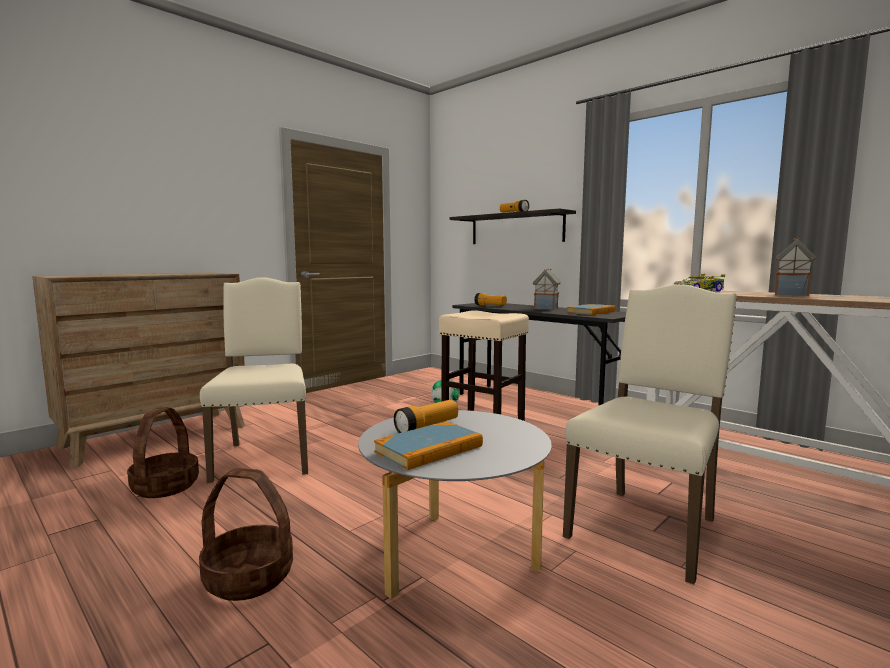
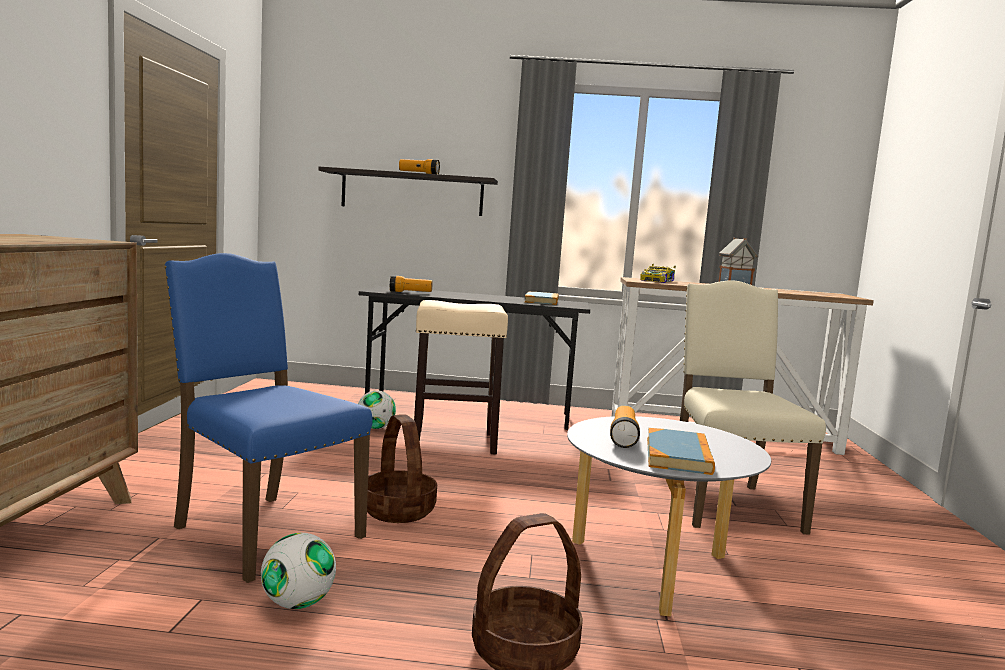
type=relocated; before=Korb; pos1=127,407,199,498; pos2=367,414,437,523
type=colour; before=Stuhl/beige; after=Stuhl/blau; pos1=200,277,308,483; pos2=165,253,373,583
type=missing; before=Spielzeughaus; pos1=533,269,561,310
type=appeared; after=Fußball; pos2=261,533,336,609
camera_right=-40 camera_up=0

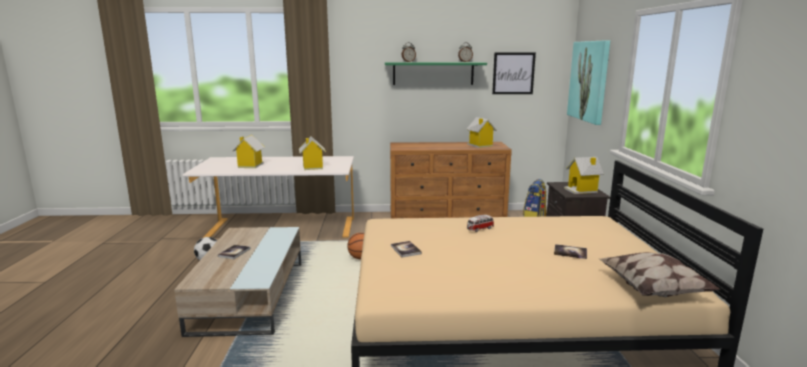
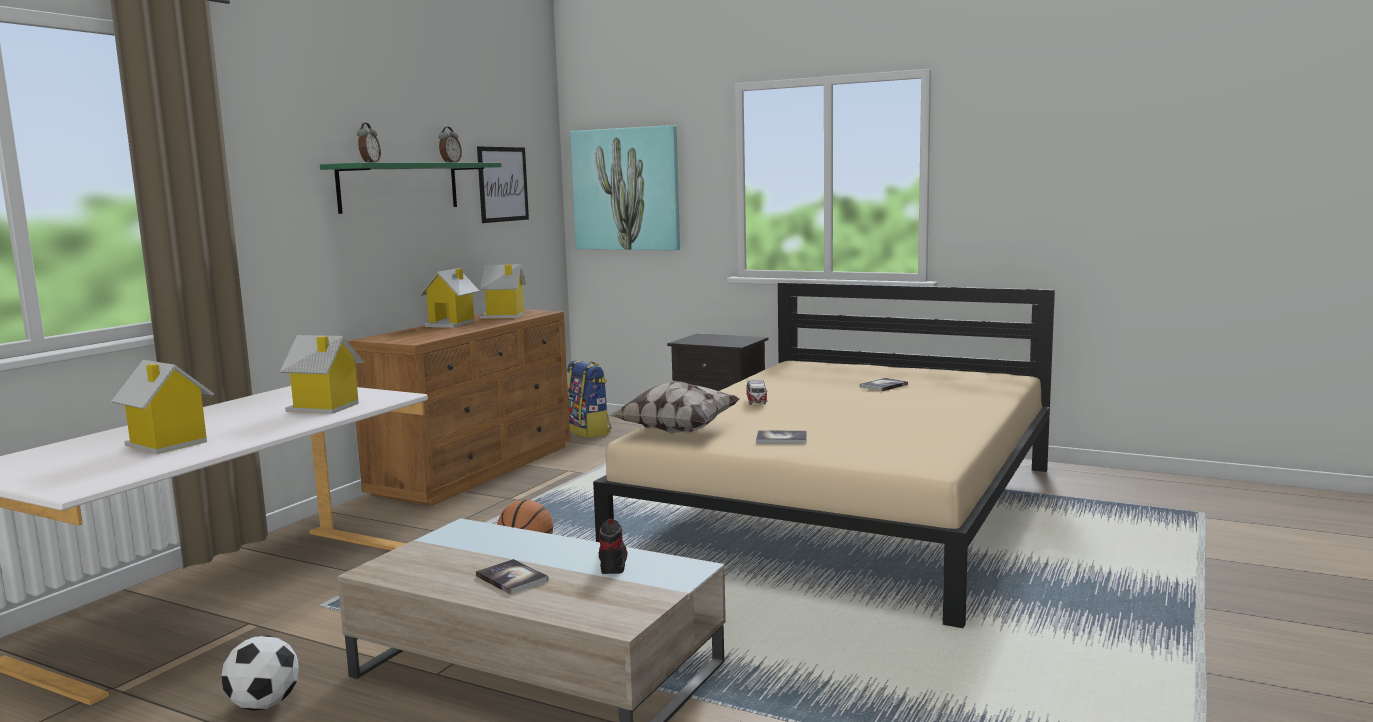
type=relocated; before=Spielzeughaus; pos1=564,157,604,194; pos2=419,268,479,328
type=relocated; before=Kissen; pos1=599,252,720,297; pos2=609,381,740,434
type=appeared; after=Schuh; pos2=599,519,627,574
camera_right=-60 camera_up=-5

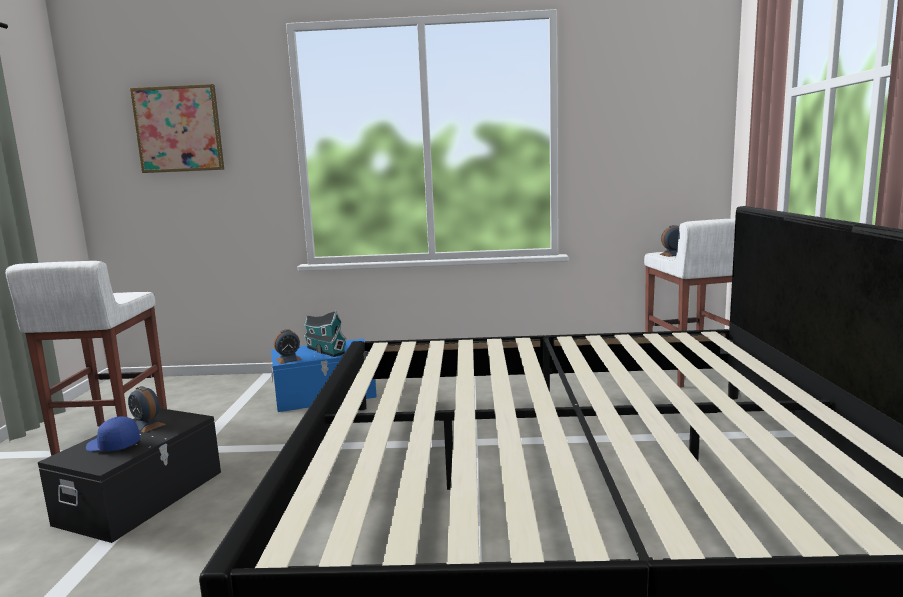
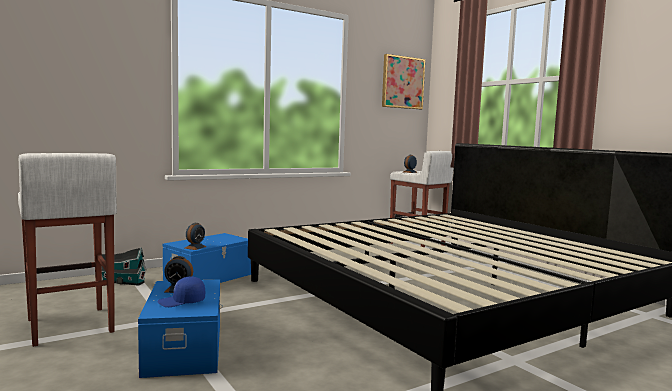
type=colour; before=Aufbewahrungsbox/schwarz; after=Aufbewahrungsbox/blau; pos1=38,408,221,543; pos2=138,279,223,378
type=relocated; before=Bild; pos1=130,84,224,173; pos2=382,54,425,109
type=relocated; before=Spielzeughaus; pos1=304,311,346,357; pos2=102,248,146,286
camera_right=-35 camera_up=-5

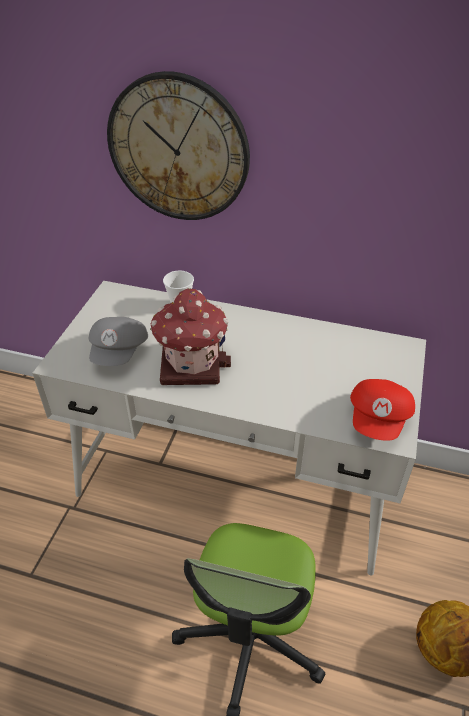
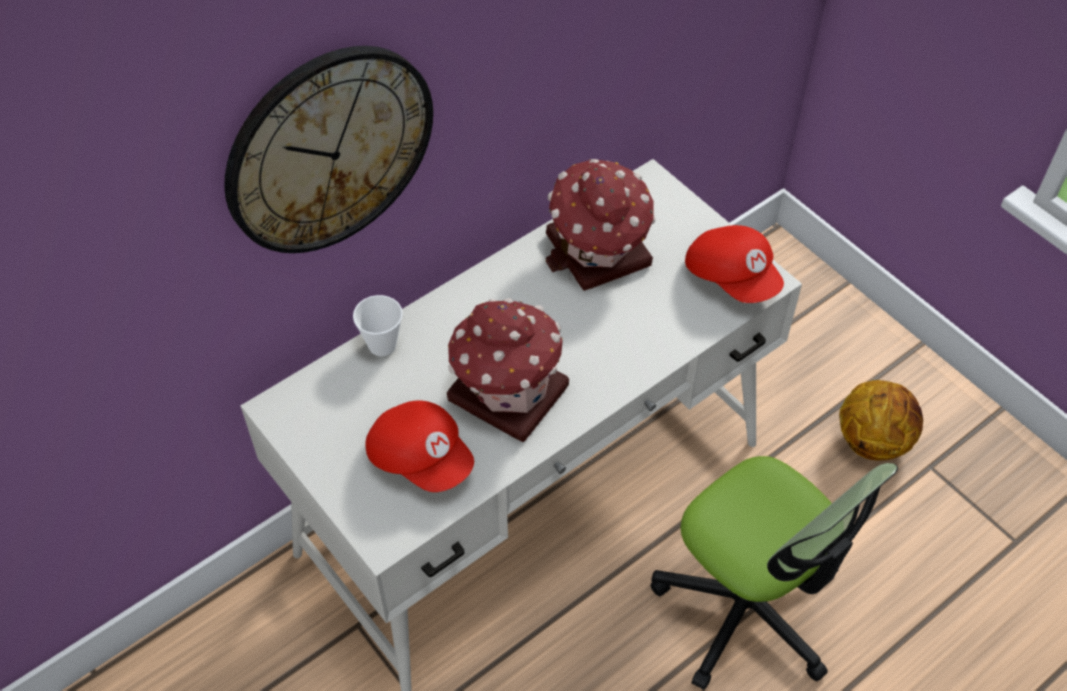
type=colour; before=Kappe/grau; after=Kappe/rot; pos1=89,317,148,366; pos2=365,400,474,492
type=appeared; after=Spielzeughaus; pos2=546,159,656,291
camera_right=-55 camera_up=10

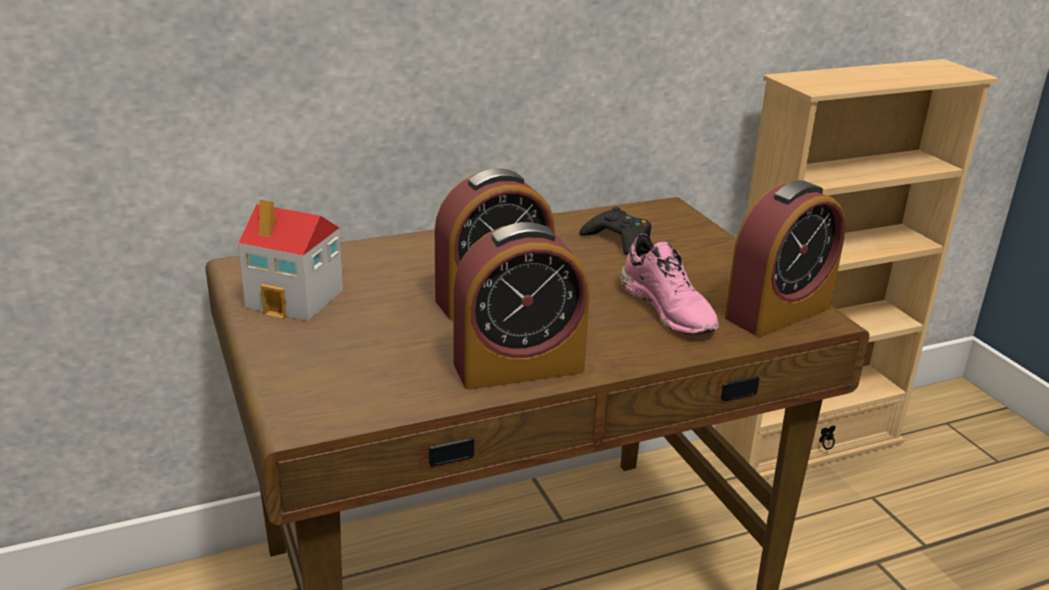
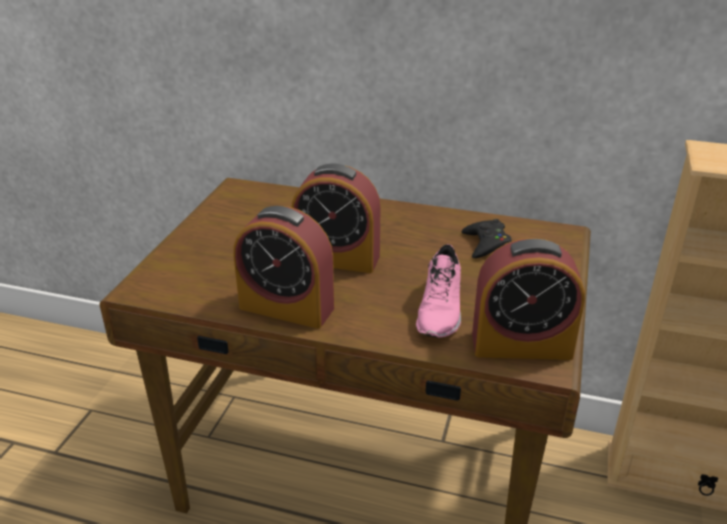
type=missing; before=Spielzeughaus; pos1=238,199,343,321
camera_right=40 camera_up=5

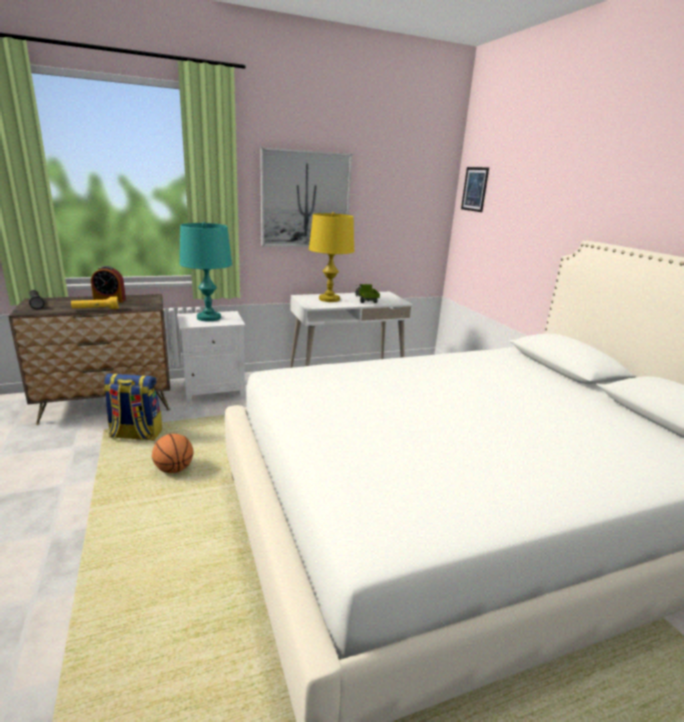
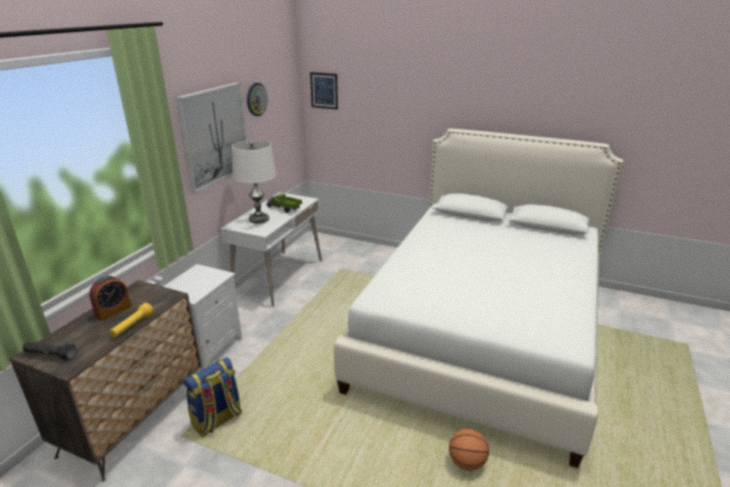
type=relocated; before=Basketball; pos1=152,434,194,473; pos2=449,428,489,471
type=missing; before=Tischlampe/türkis; pos1=179,222,232,321
type=colour; before=Tischlampe/gelb; after=Tischlampe/weiß; pos1=309,212,354,302; pos2=232,140,276,224
type=appeared; after=Wanduhr; pos2=247,83,268,116
camera_right=-45 camera_up=5

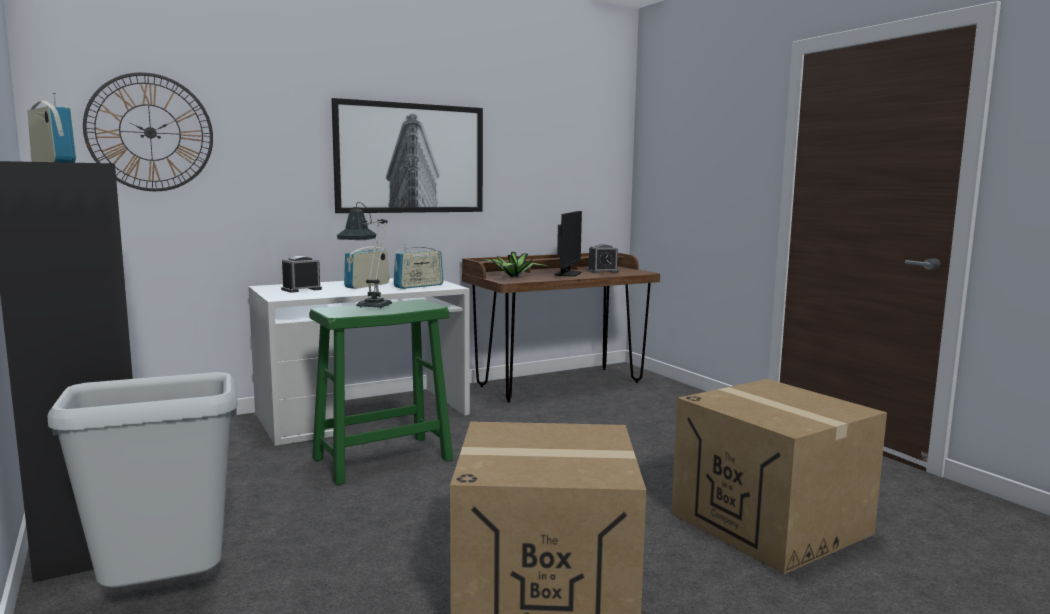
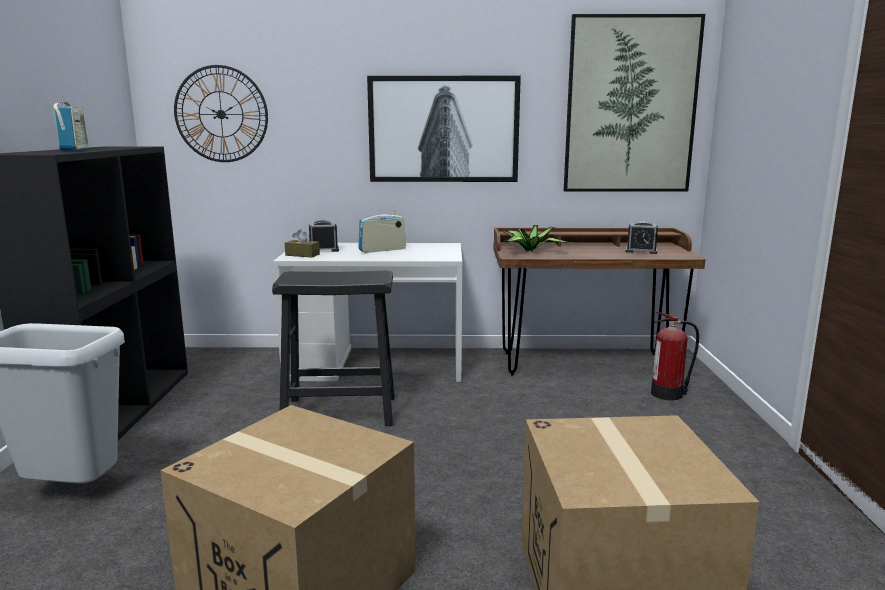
type=colour; before=Hocker/grün; after=Hocker/schwarz; pos1=309,299,453,485; pos2=272,270,395,426
type=missing; before=Tischlampe; pos1=337,202,392,309
type=missing; before=Radio; pos1=393,244,443,289
type=missing; before=Monitor; pos1=555,211,582,276
type=appeared; after=Taschentuchbox/braun; pos2=285,229,320,258
type=appeared; after=Bild; pos2=564,14,705,192
type=appeared; after=Feuerlöscher; pos2=651,312,699,400
camera_right=30 camera_up=5

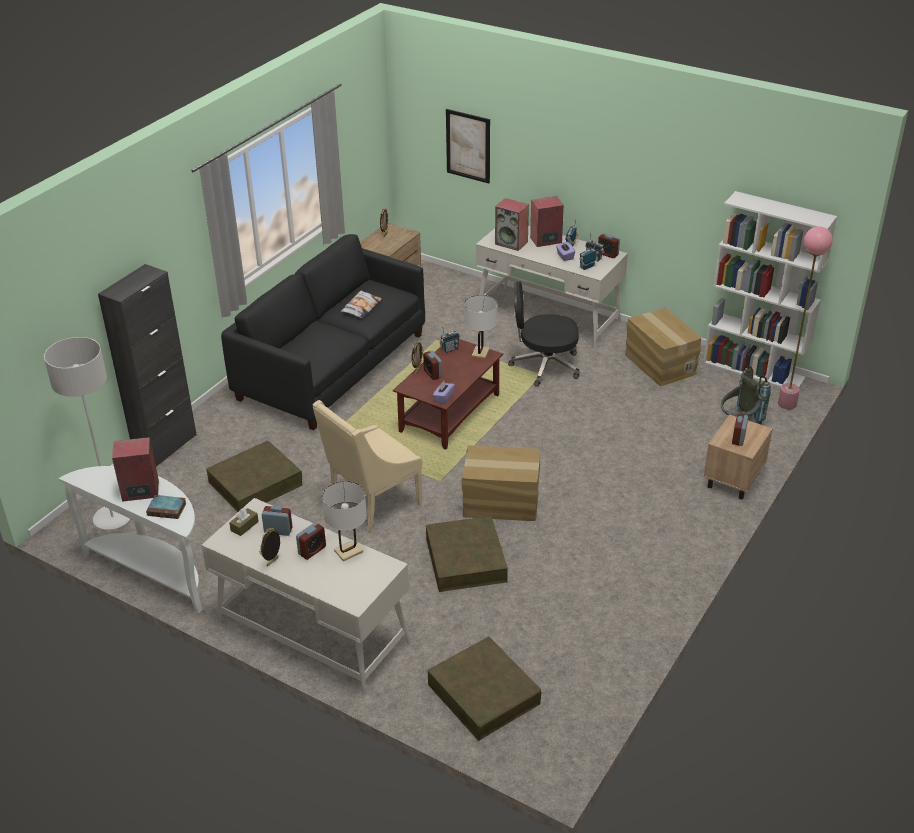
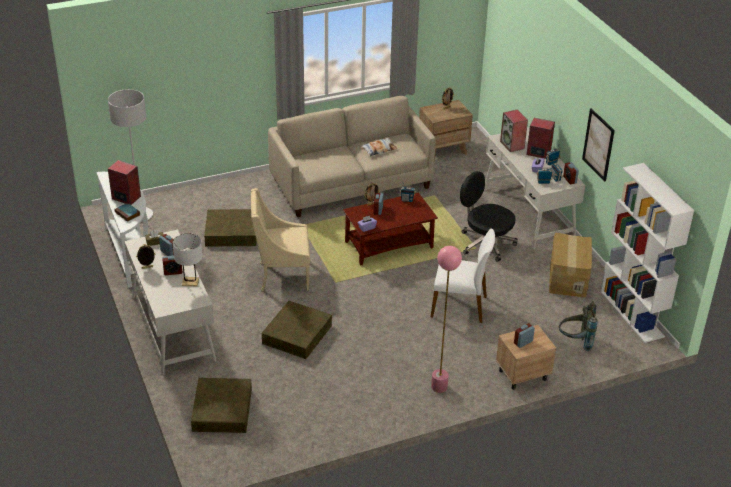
type=missing; before=Schrank/schwarz; pos1=98,264,197,467
type=colour; before=Sofa/schwarz; after=Sofa/beige; pos1=221,234,425,430; pos2=268,96,436,217
type=relocated; before=Bild; pos1=446,109,490,184; pos2=582,108,615,182
type=missing; before=Karton; pos1=461,446,540,521
type=missing; before=Tischlampe/weiß; pos1=464,295,497,359
type=relocated; before=Stehlampe/rosa; pos1=778,226,833,409; pos2=431,246,462,393
type=appeared; after=Stuhl/weiß; pos2=431,228,495,323
camera_right=35 camera_up=0

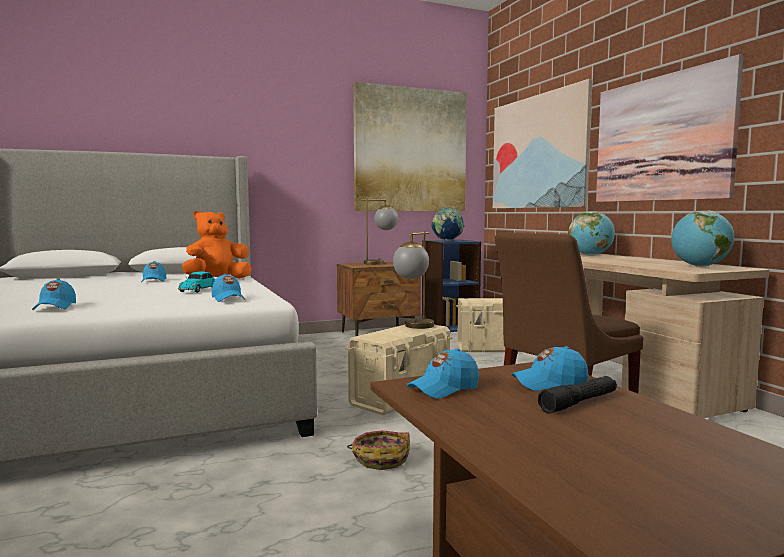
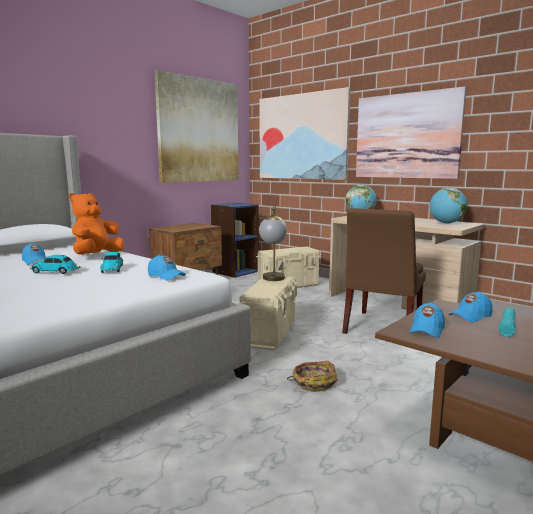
type=missing; before=Kappe/blau; pos1=32,279,76,310
type=missing; before=Tischlampe; pos1=361,199,398,265
type=missing; before=Globus; pos1=432,208,464,241
type=colour; before=Taschenlampe/schwarz; after=Taschenlampe/türkis; pos1=538,376,617,414; pos2=499,308,515,337
type=appeared; after=Spielzeugauto; pos2=30,255,80,274
camera_right=-25 camera_up=5

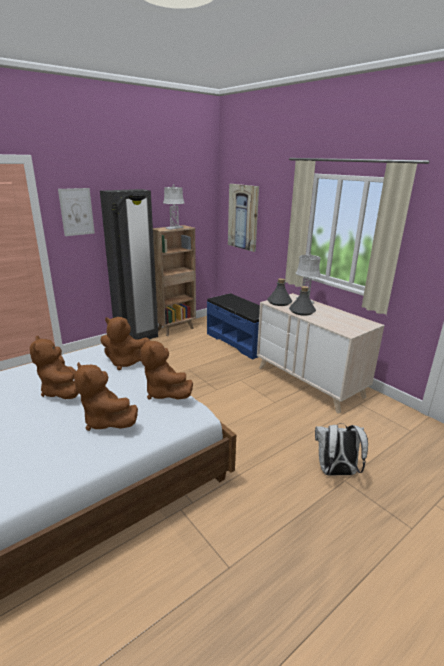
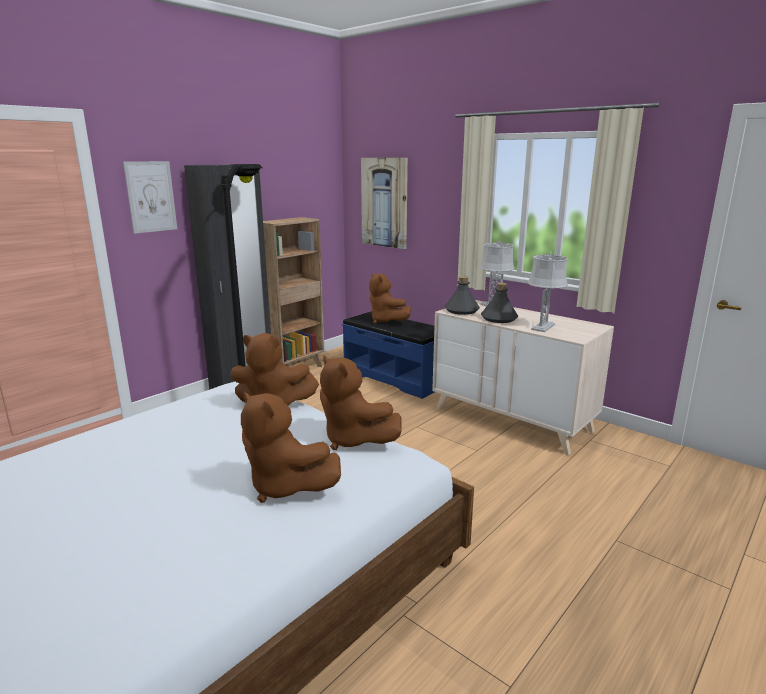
type=relocated; before=Plüschtier/braun; pos1=30,336,79,399; pos2=369,273,411,324
type=relocated; before=Tischlampe/grau; pos1=163,184,184,230; pos2=528,252,568,332
type=missing; before=Rucksack/weiß; pos1=315,423,368,476
camera_right=-10 camera_up=-5

